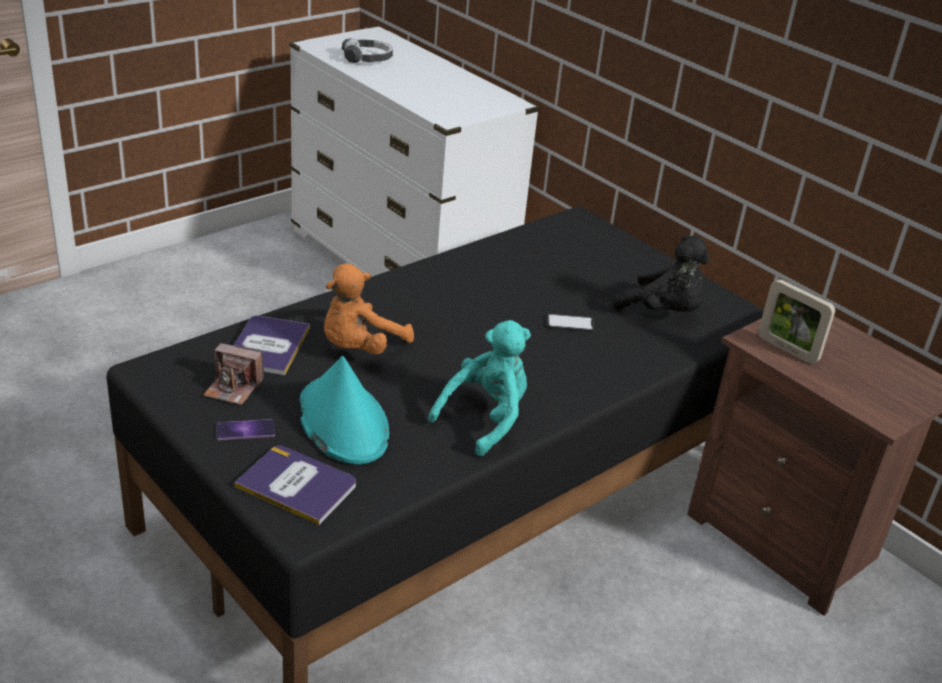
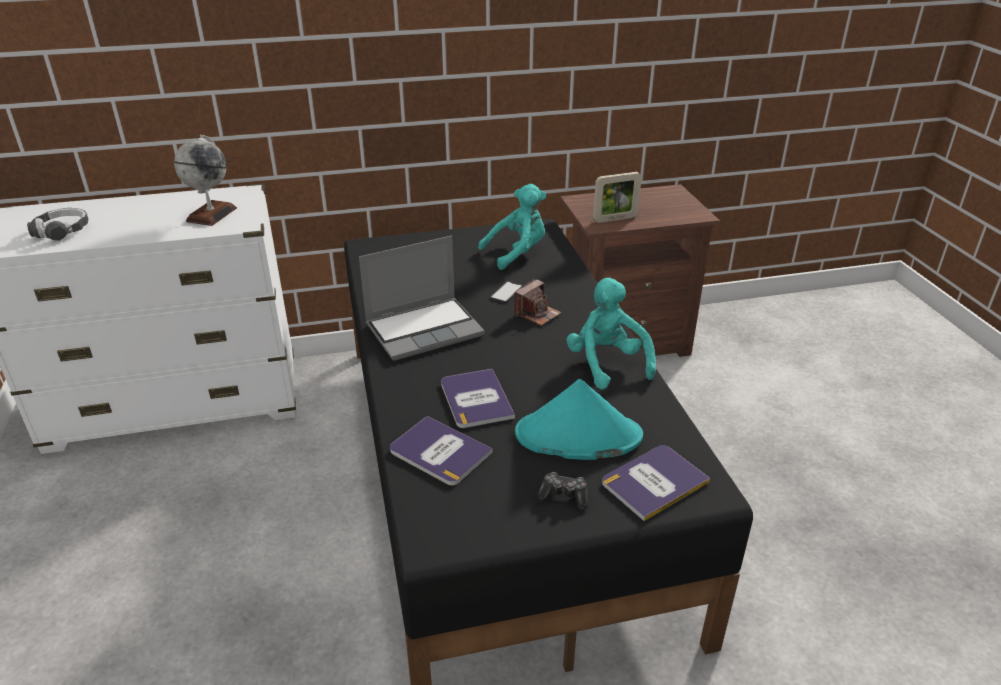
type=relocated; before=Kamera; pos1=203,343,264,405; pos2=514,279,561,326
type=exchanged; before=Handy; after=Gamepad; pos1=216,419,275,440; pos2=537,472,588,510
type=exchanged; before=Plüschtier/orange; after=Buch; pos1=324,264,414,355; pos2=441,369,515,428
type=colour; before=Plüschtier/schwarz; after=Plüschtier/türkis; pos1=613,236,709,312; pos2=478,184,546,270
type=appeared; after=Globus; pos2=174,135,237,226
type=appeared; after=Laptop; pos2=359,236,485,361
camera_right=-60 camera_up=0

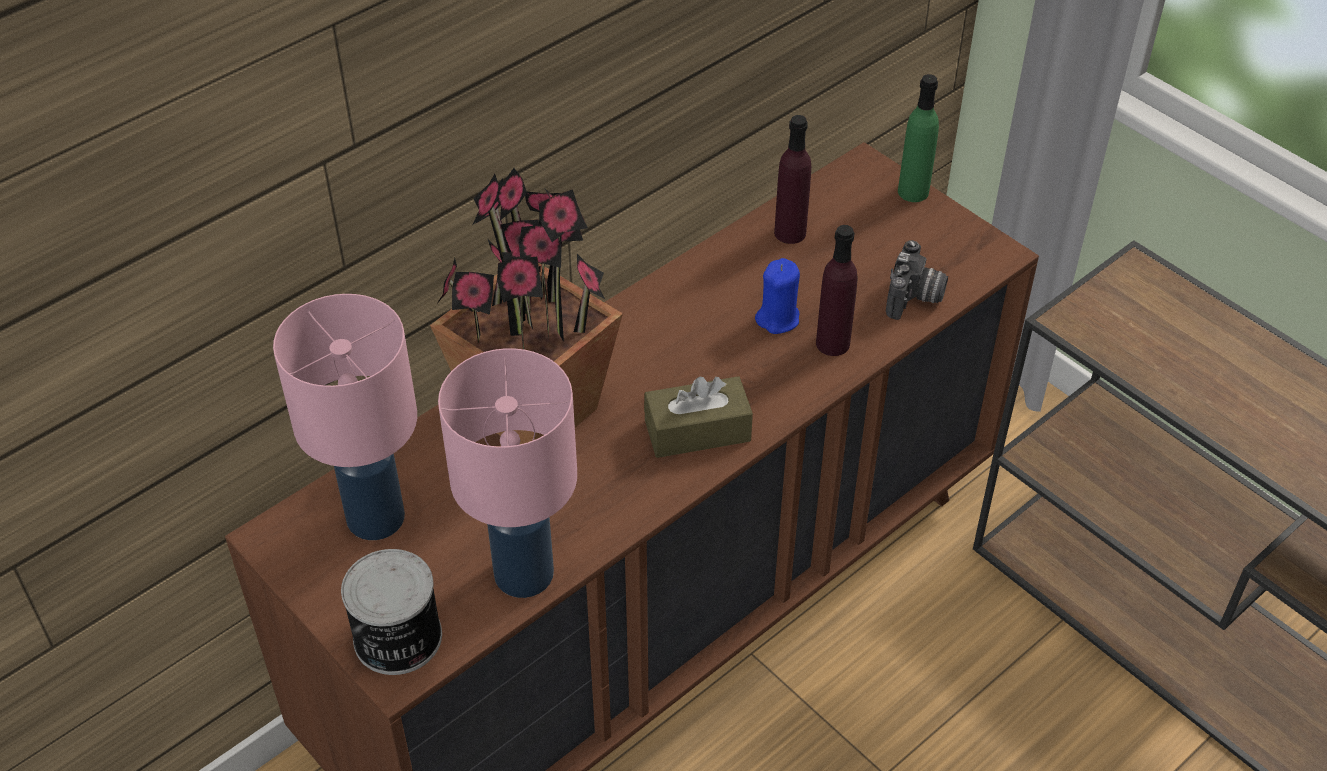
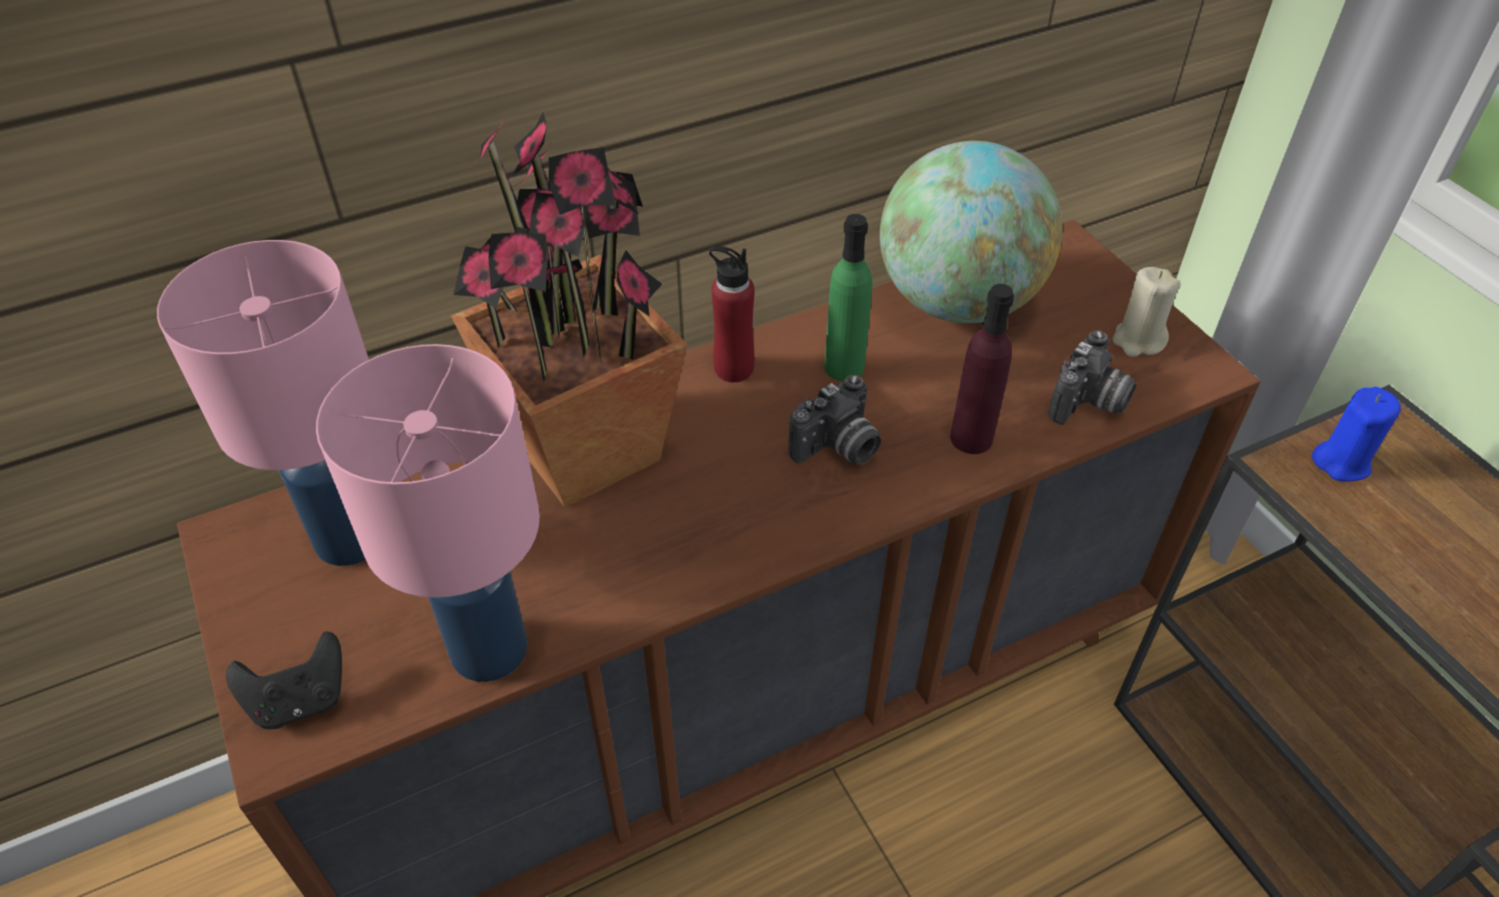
type=exchanged; before=Dose; after=Gamepad/schwarz; pos1=341,549,442,675; pos2=226,631,342,729
type=missing; before=Taschentuchbox/braun; pos1=644,376,753,458
type=relocated; before=Kerze/blau; pos1=755,258,800,334; pos2=1312,387,1401,482
type=exchanged; before=Flasche/lila; after=Globus; pos1=774,115,811,244; pos2=880,141,1062,323
type=relocated; before=Flasche/grün; pos1=898,74,939,202; pos2=824,214,872,381
type=appeared; after=Flasche/rot; pos2=709,246,755,383
type=appeared; after=Kamera; pos2=788,375,881,464
type=appeared; after=Kerze/beige; pos2=1112,267,1181,357
camera_right=15 camera_up=0

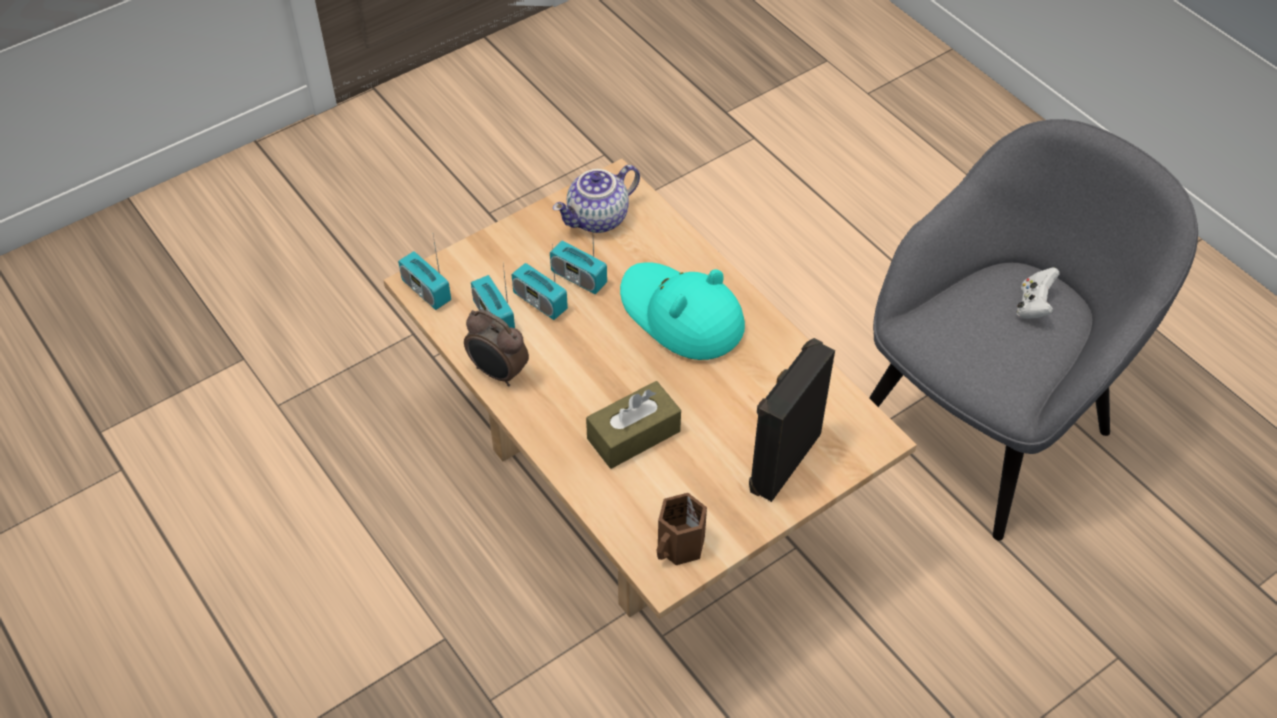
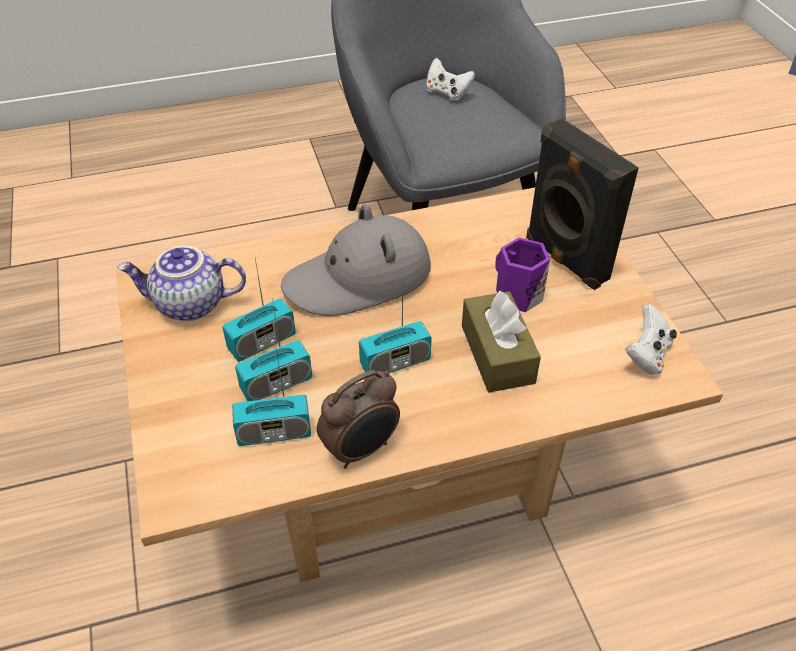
type=relocated; before=Radio; pos1=398,235,451,310; pos2=359,277,432,373
type=spun; before=Teekanne; pos1=553,165,640,233; pos2=118,246,246,321; turn=105
type=colour; before=Hut/türkis; after=Hut/grau; pos1=620,262,745,360; pos2=281,204,431,316
type=exchanged; before=Henkelbecher/braun; after=Gamepad/weiß; pos1=656,493,707,565; pos2=625,304,677,375
type=appeared; after=Henkelbecher/lila; pos2=495,238,550,312
camera_right=-70 camera_up=-5

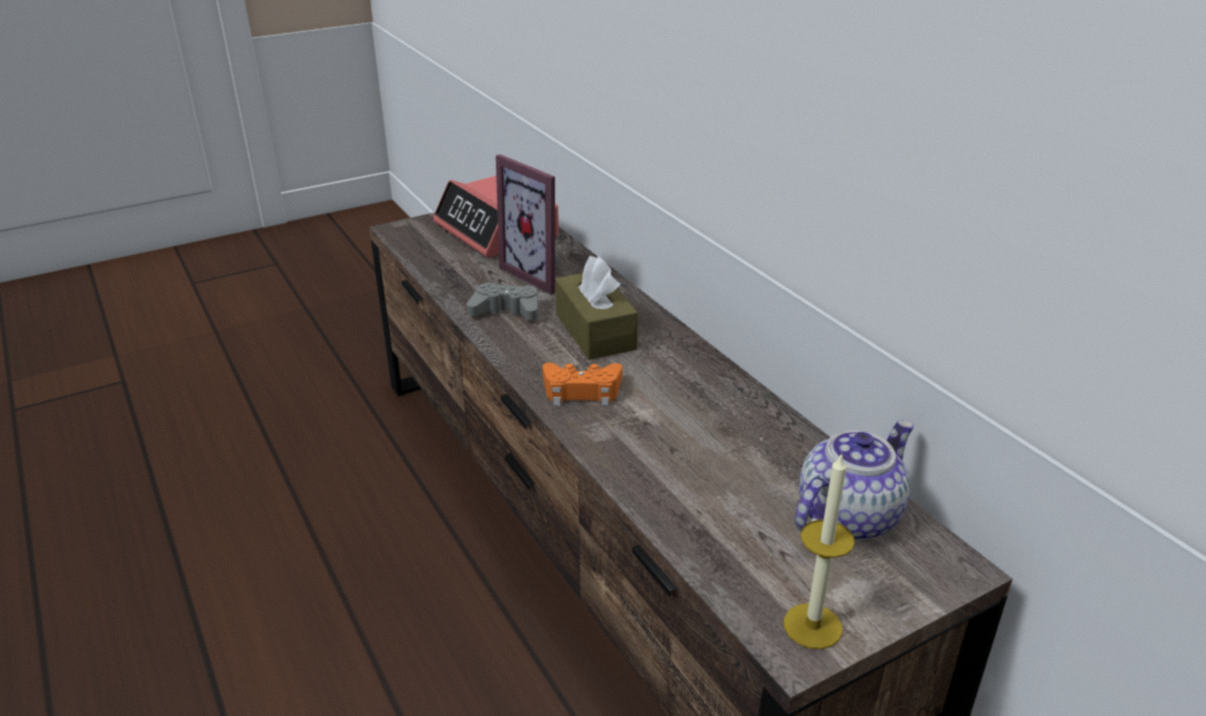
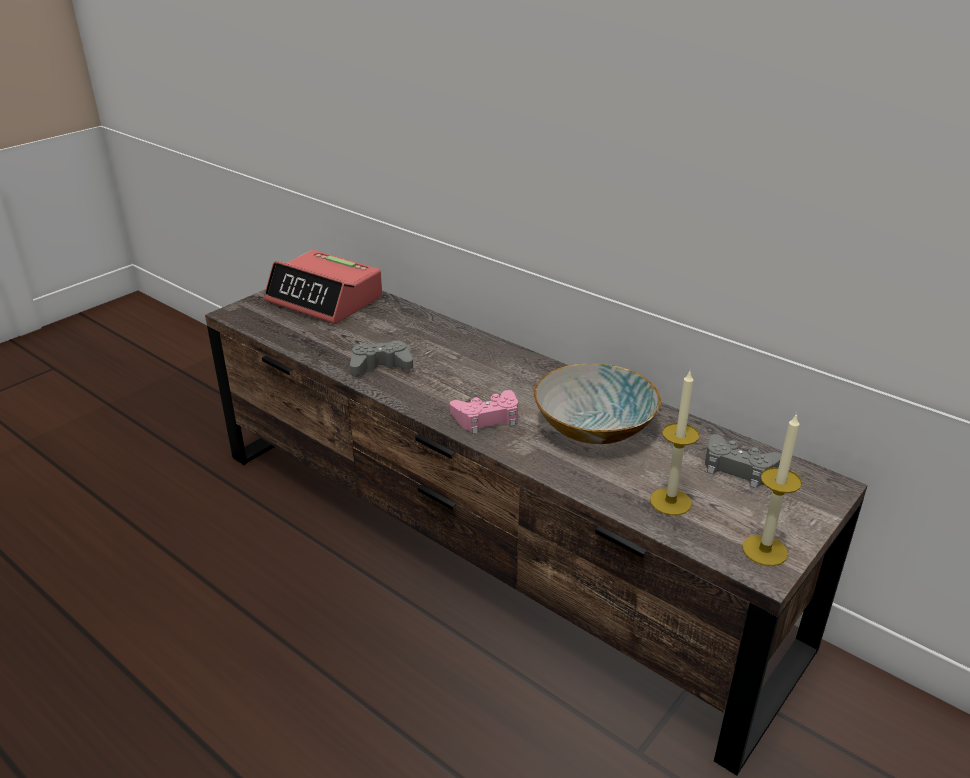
type=missing; before=Bilderrahmen; pos1=496,154,562,294
type=colour; before=Gamepad/orange; after=Gamepad/rosa; pos1=542,363,622,406; pos2=450,390,518,434
type=missing; before=Taschentuchbox/braun; pos1=555,256,638,360
type=exchanged; before=Teekanne; after=Gamepad/grau; pos1=795,420,914,541; pos2=705,434,781,488
type=appeared; after=Schüssel; pos2=534,363,661,444
type=appeared; after=Kerze; pos2=650,371,700,515
camera_right=-20 camera_up=0

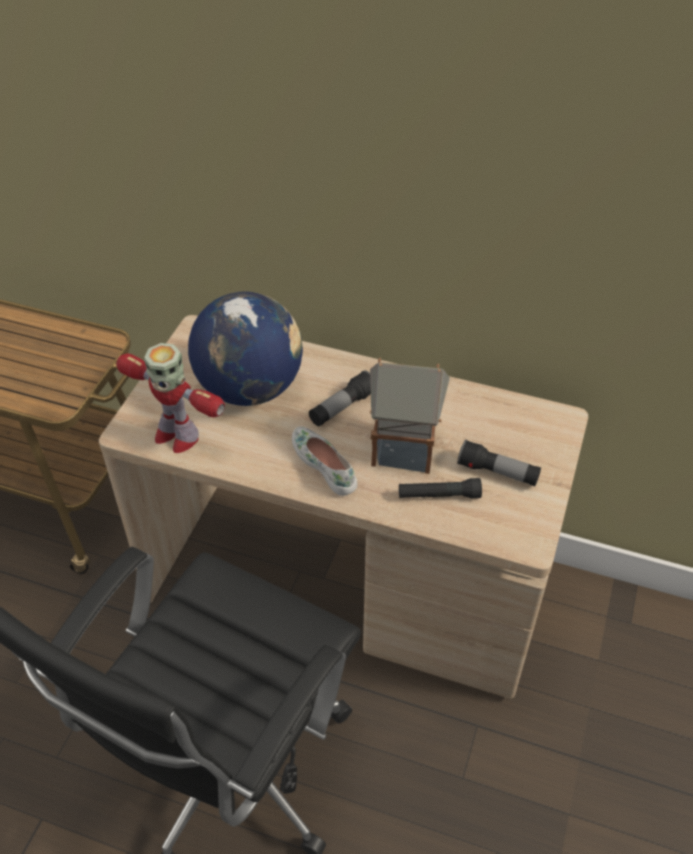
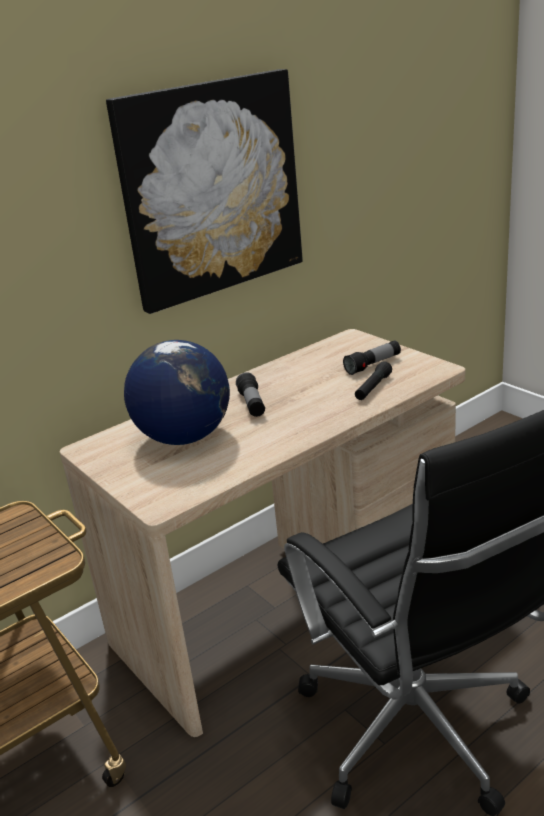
type=missing; before=Spielzeugroboter; pos1=116,343,225,453
type=missing; before=Schuh/weiß; pos1=292,427,358,496
type=missing; before=Spielzeughaus; pos1=370,358,450,474
type=appeared; after=Bild; pos2=106,69,303,314
camera_right=-55 camera_up=-20

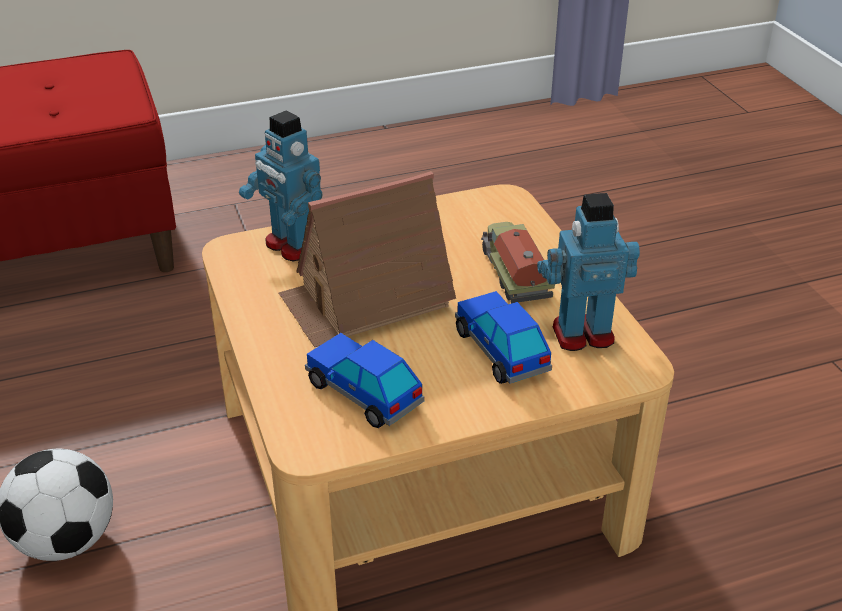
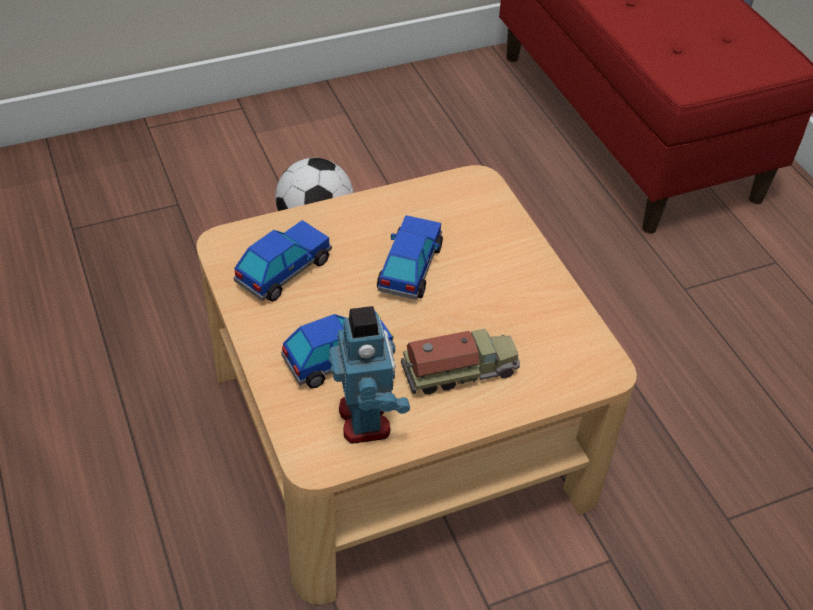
type=missing; before=Spielzeugroboter; pos1=239,110,323,262
type=exchanged; before=Spielzeughaus; after=Spielzeugauto; pos1=279,171,456,347; pos2=377,215,443,300
camera_right=85 camera_up=10

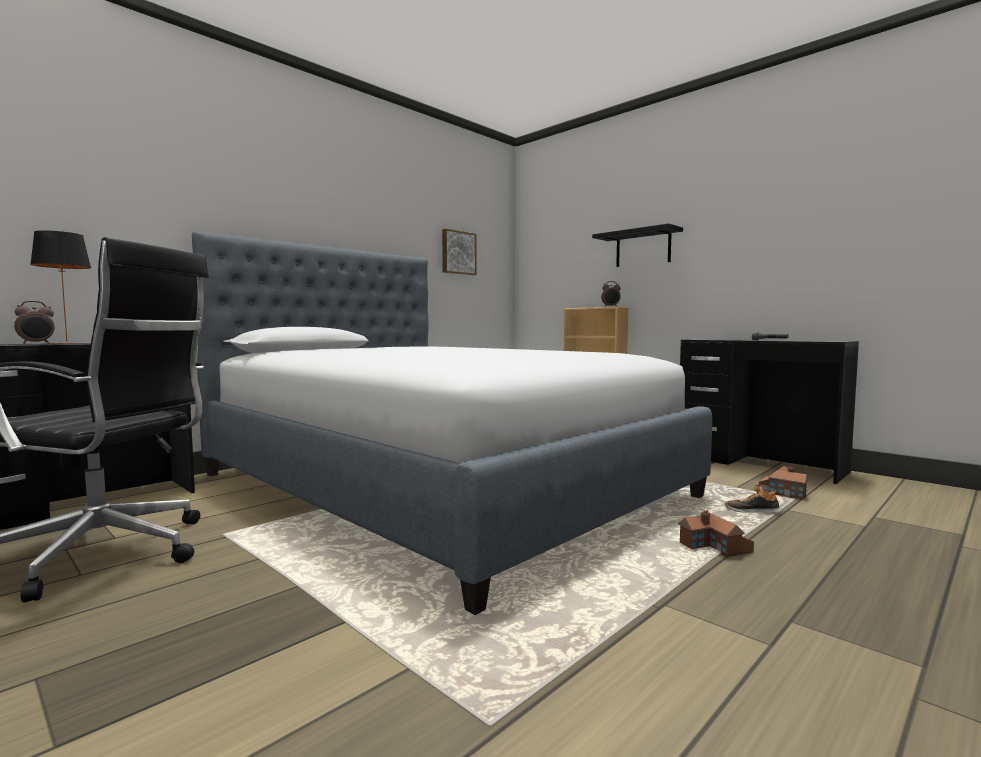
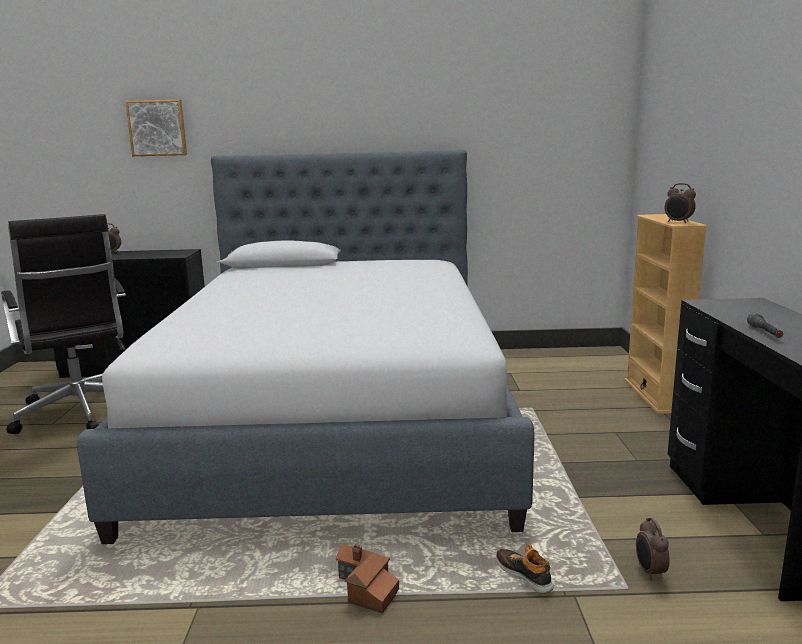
type=missing; before=Tischlampe; pos1=30,230,91,344
type=relocated; before=Bild; pos1=442,229,477,275; pos2=125,99,187,156
type=missing; before=Wandregal/schwarz; pos1=592,223,683,267
type=exchanged; before=Spielzeughaus; after=Wecker; pos1=759,466,808,499; pos2=636,518,670,580
camera_right=45 camera_up=10

